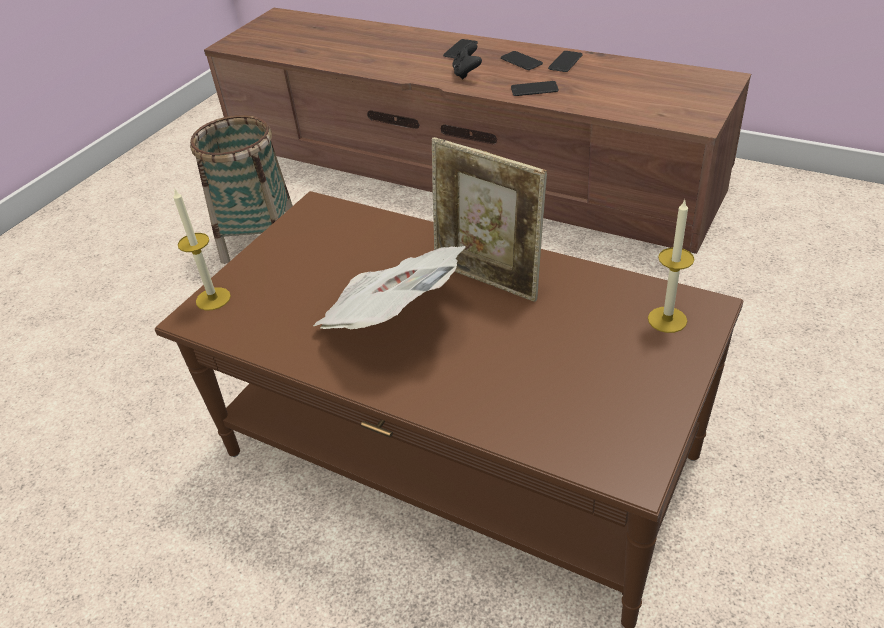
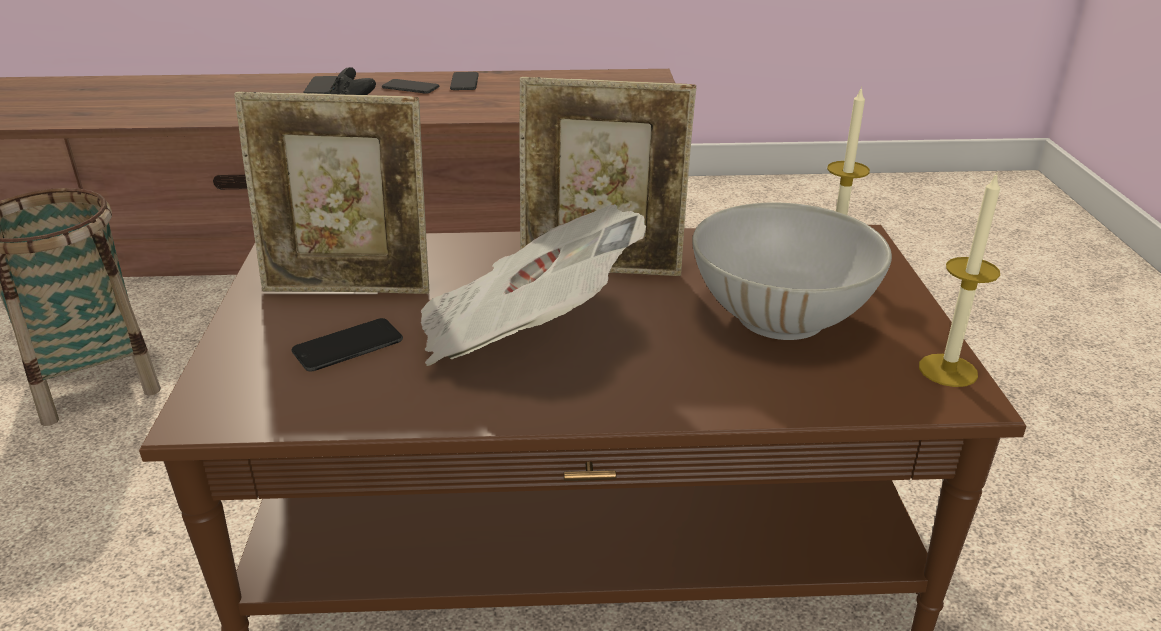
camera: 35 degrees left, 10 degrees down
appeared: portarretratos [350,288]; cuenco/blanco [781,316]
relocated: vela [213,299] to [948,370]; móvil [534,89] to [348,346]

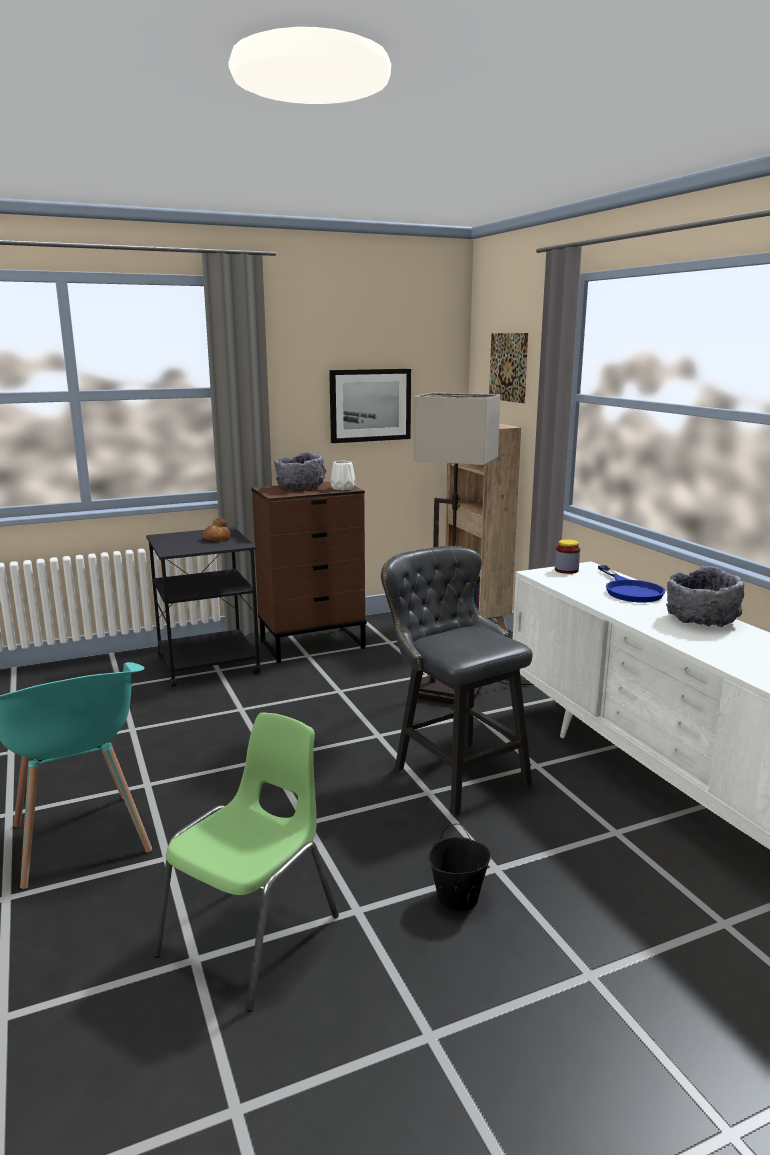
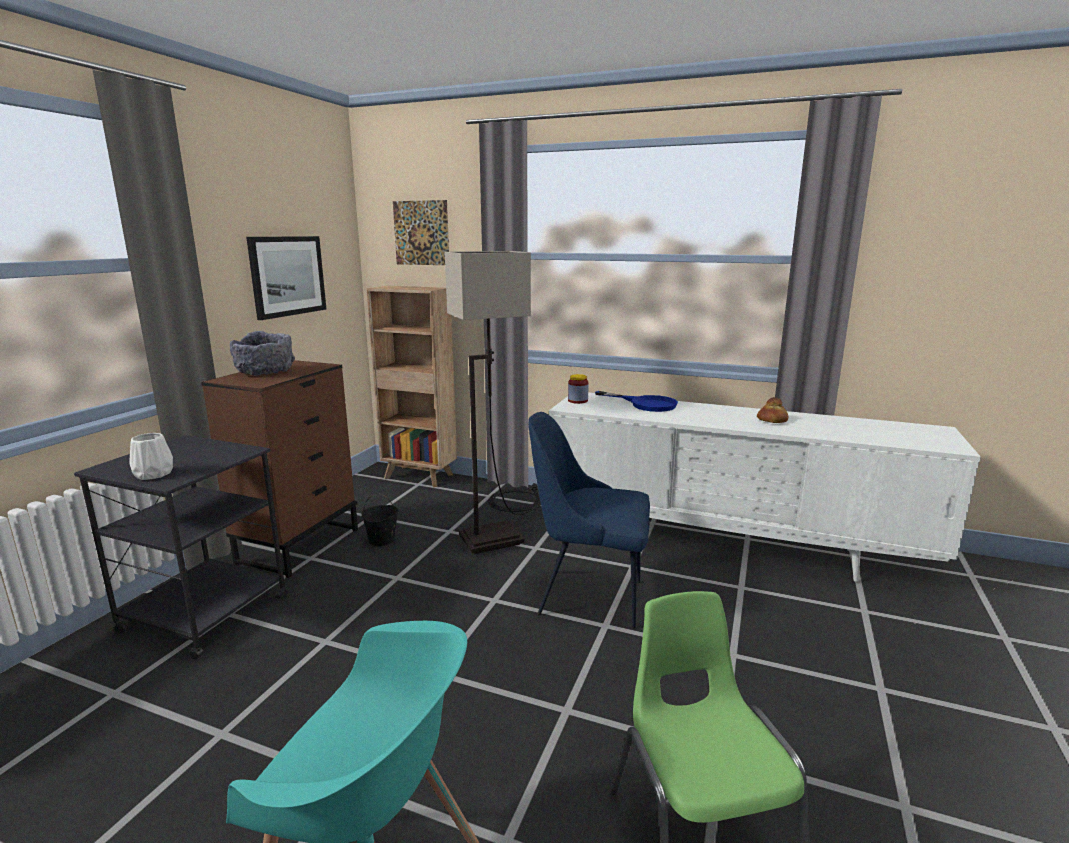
camera: 45 degrees left, 0 degrees up
missing: cuenco/gris [701,619]
relocated: pan [217,538] to [772,420]; florero/blanco [342,488] to [154,474]; cubo/negro [457,898] to [381,540]
exchanged: taburete/gris [452,769] to silla/azul [589,598]

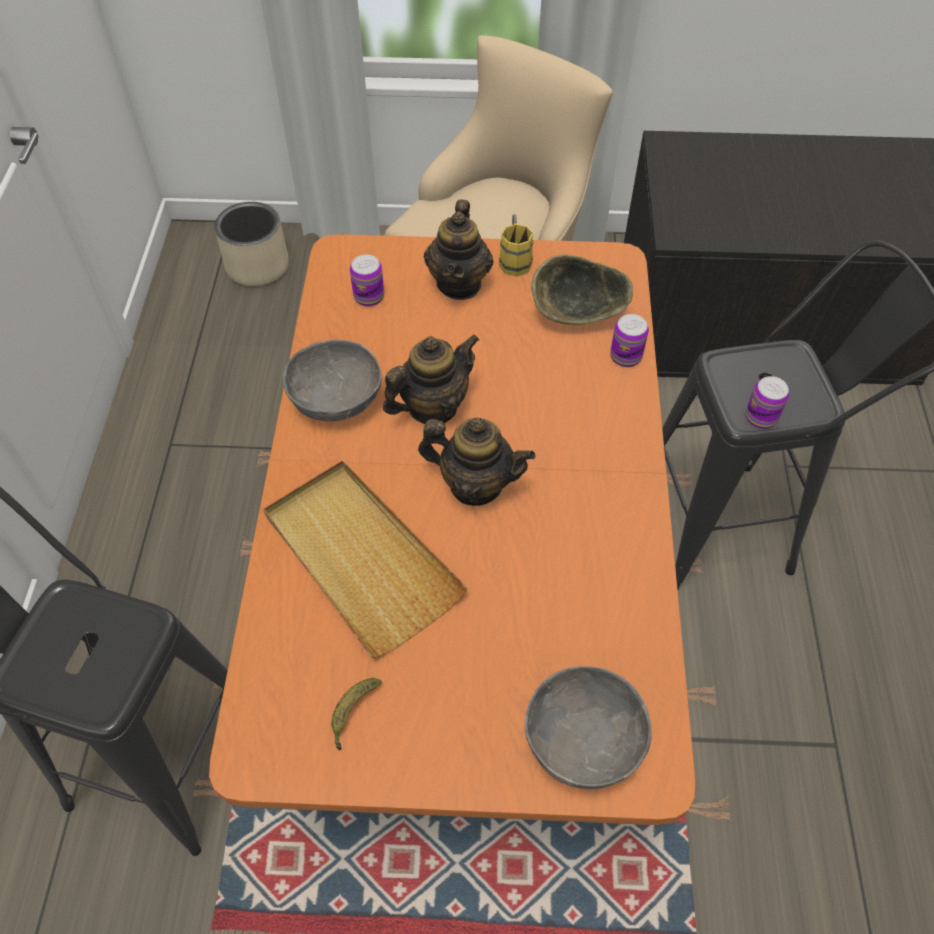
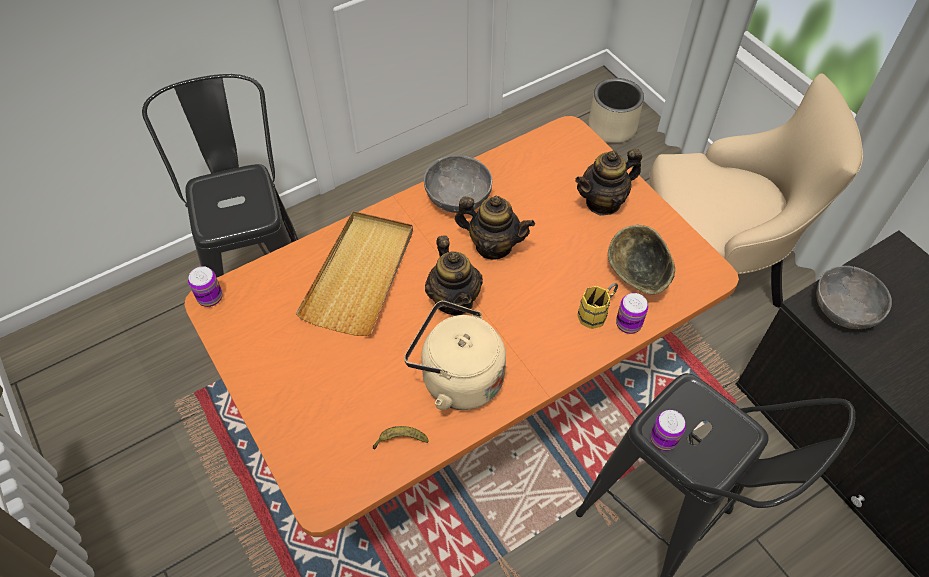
camera: 55 degrees right, 0 degrees up
appeared: hervidor/beis [457,378]
relocated: plátano [353,713] to [400,440]; lata [369,297] to [210,297]; taza grande/amarillo [514,259] to [597,312]; cuenco/gris [582,740] to [843,309]

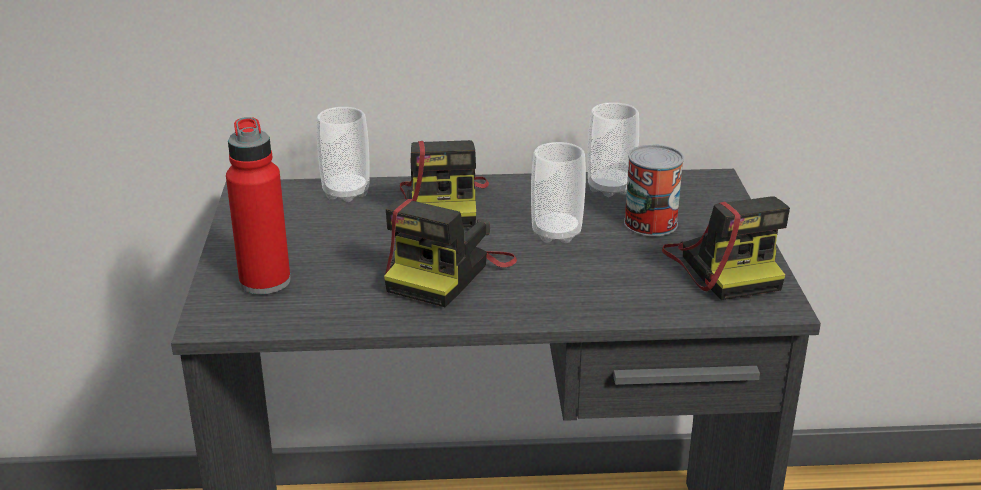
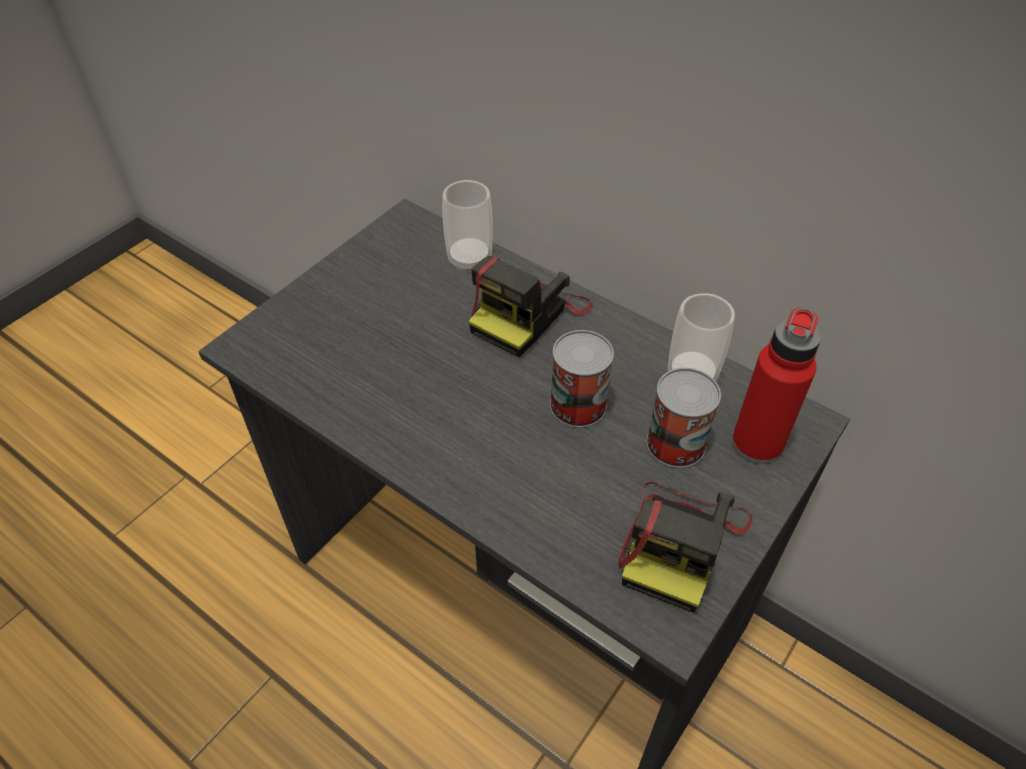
camera: 40 degrees right, 20 degrees up
missing: cámara [447,272]
relocated: botella/rojo [265,281] to [757,443]
exchanged: taza [556,233] to lata [578,405]

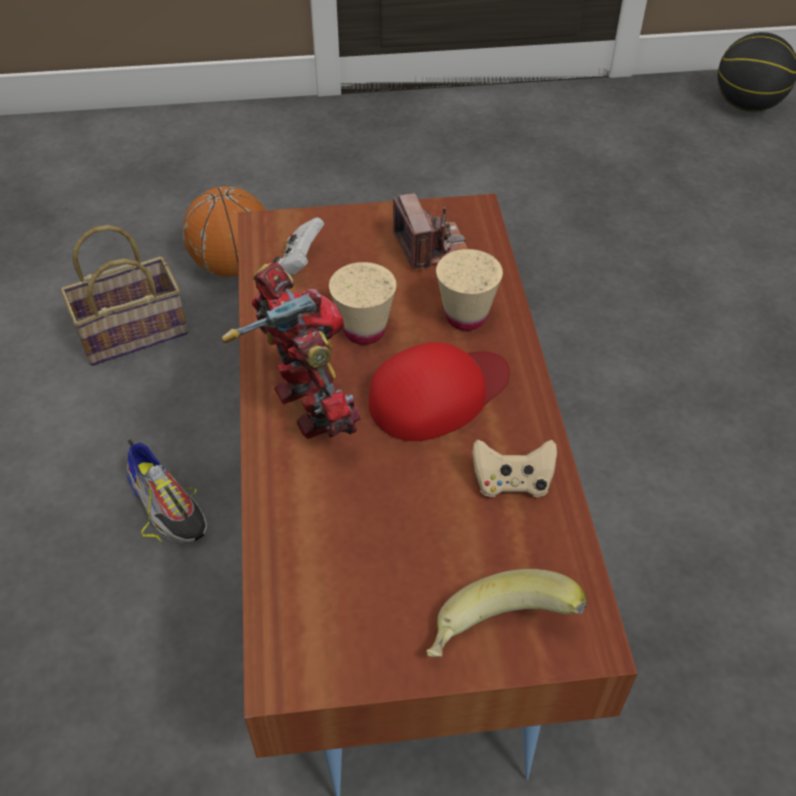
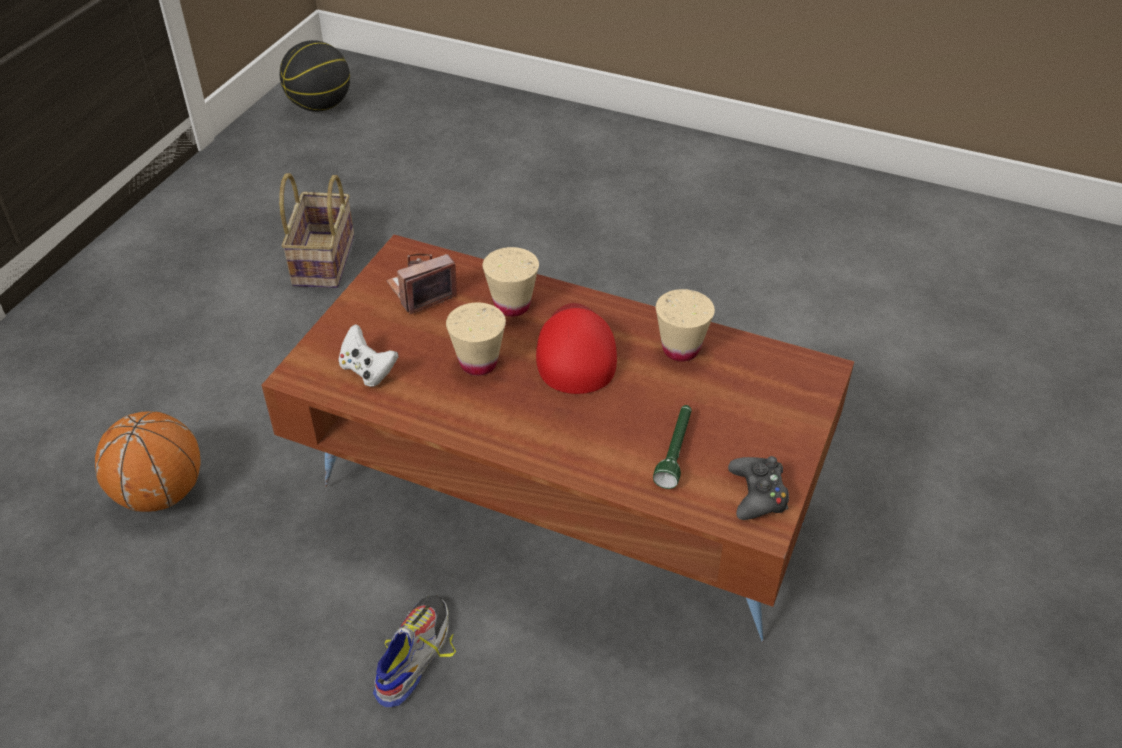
camera: 60 degrees left, 5 degrees down
missing: robot de juguete [308,409]; plátano [499,639]
appeared: linterna/verde [675,451]; mando de consola/negro [758,494]
relocated: cesta [135,331] to [322,259]
exchanged: mando de consola/beis [512,482] to taza/beis [680,349]
spun: zapato [167,504] = [413,654] 60 degrees counterclockwise; cámara [431,247] = [421,291] 45 degrees counterclockwise

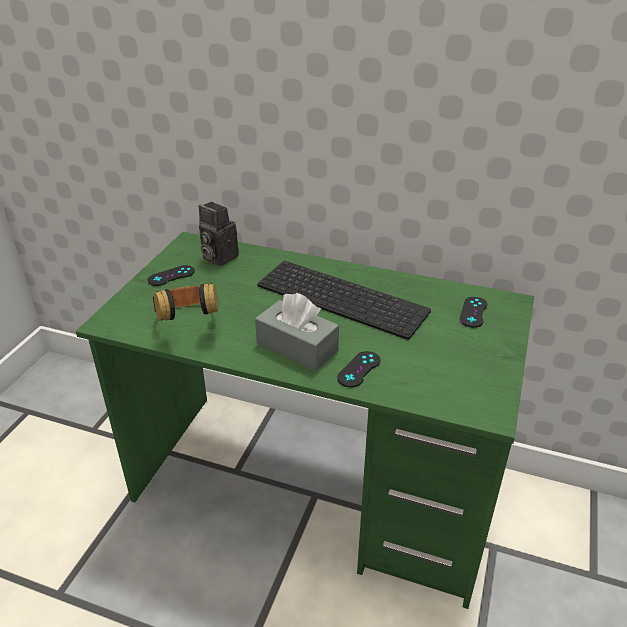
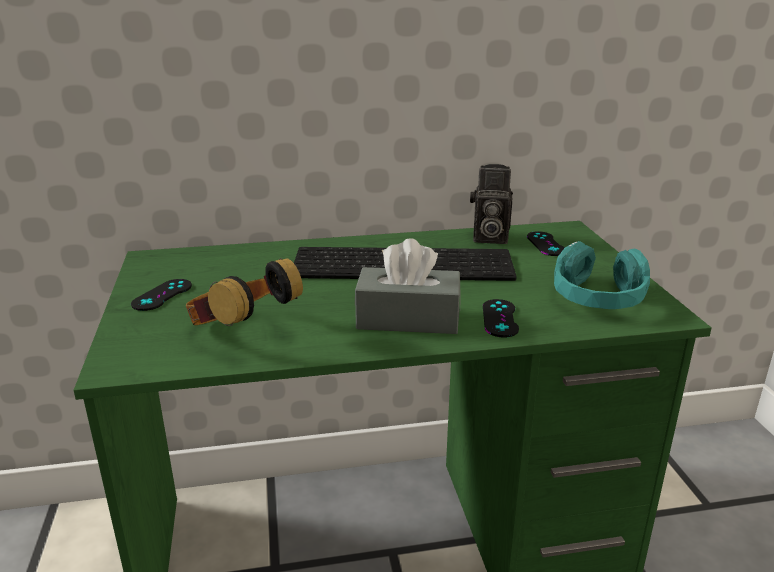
camera: 30 degrees left, 10 degrees down
appeared: auriculares/turquesa [597,297]
relocated: cámara [217,257] to [488,238]

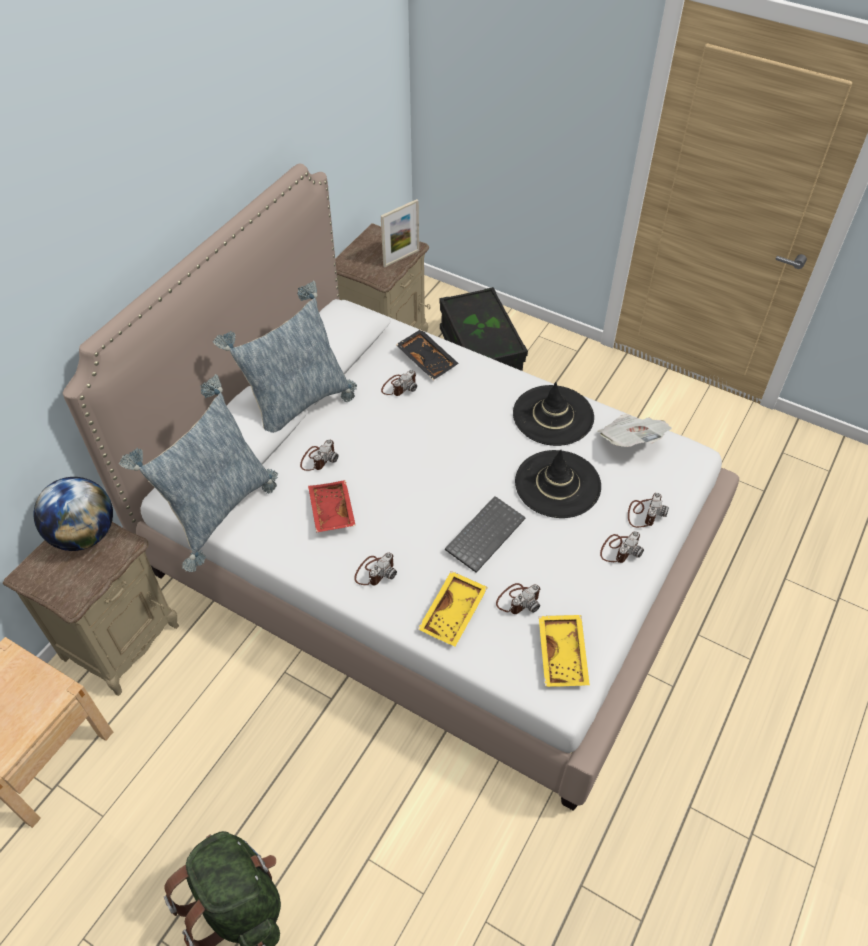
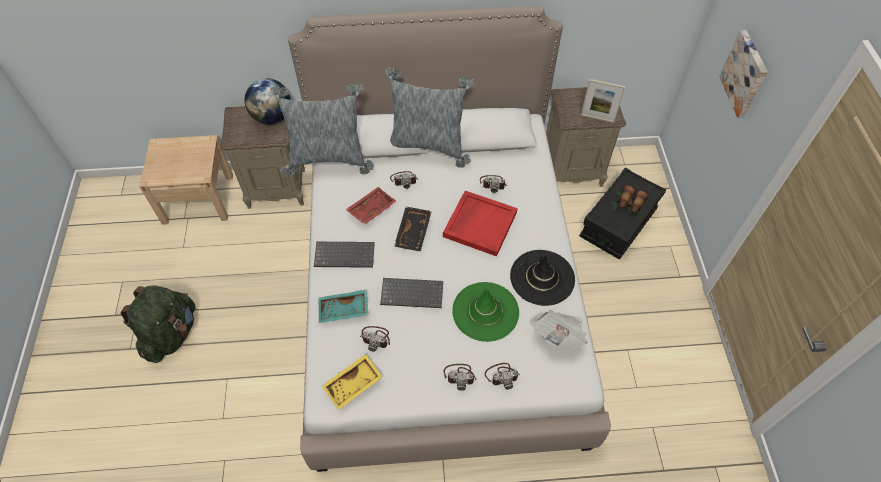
camera: 55 degrees right, 5 degrees up
appeared: bandeja/rojo [479,224]; prismáticos [629,205]; cuadro [745,74]
relocated: bandeja/negro [428,359] to [414,232]
exchanged: cámara [375,571] to teclado [345,254]
colour: bandeja/amarillo [454,614] to bandeja/turquesa [343,310]; sombrero/negro [557,484] to sombrero/verde [485,311]

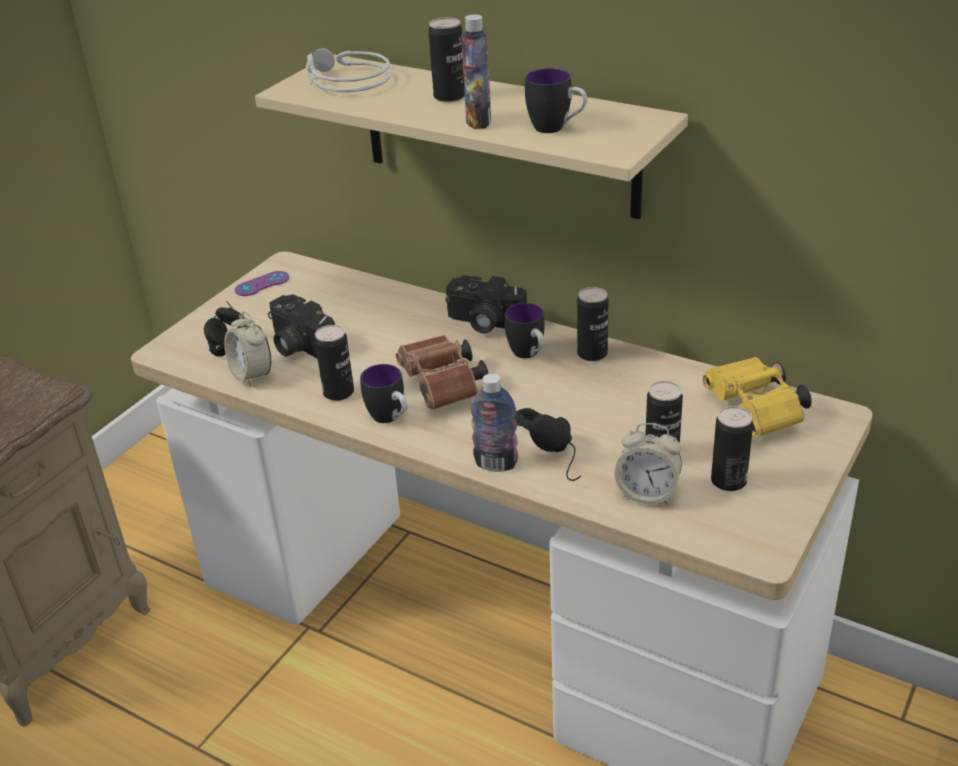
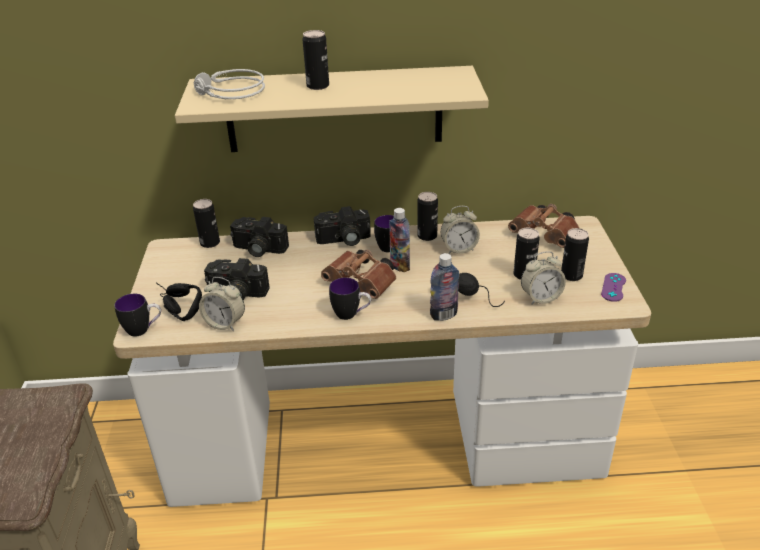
camera: 35 degrees left, 0 degrees up
appeared: cámara [258,249]; despertador [459,249]
relocated: mando de consola/morado [262,284] to [613,287]; lata [338,392] to [210,243]; botella [478,121] to [399,266]; taza grande [556,129] to [144,330]
colour: prismáticos/amarillo [757,412] to prismáticos/marrón [545,236]

